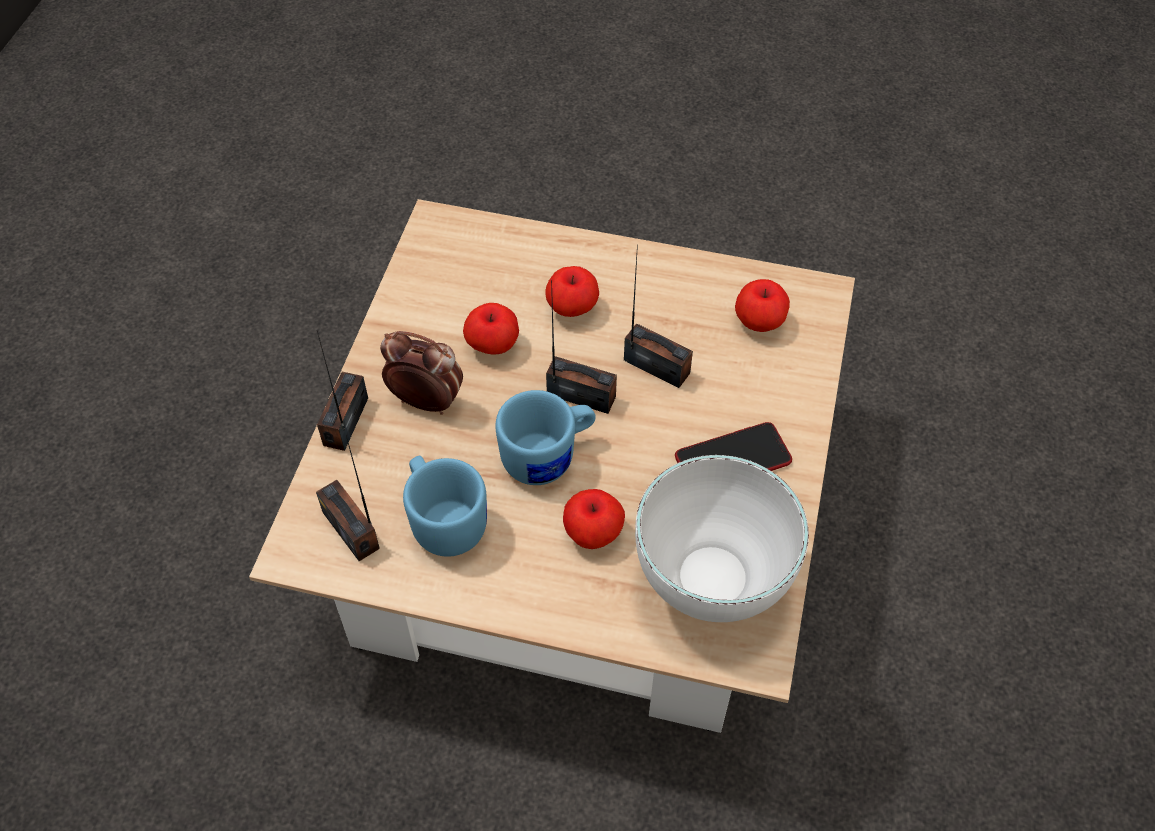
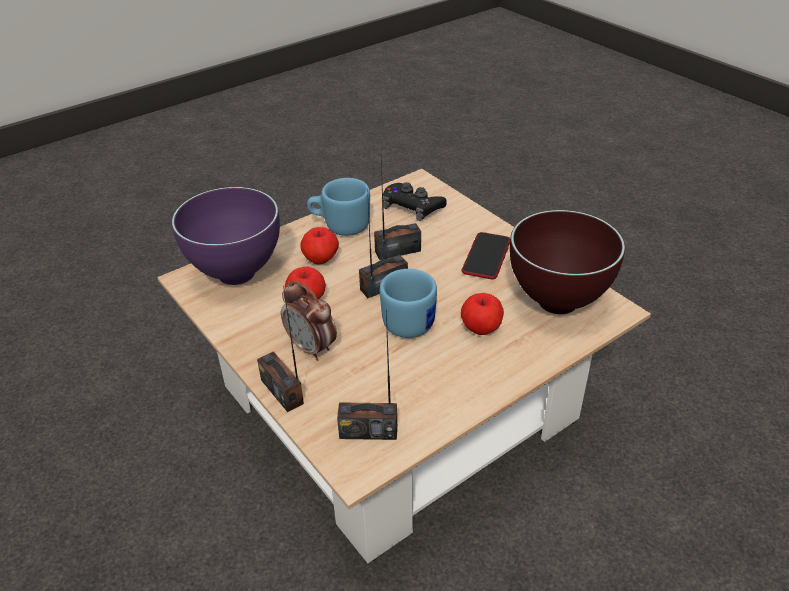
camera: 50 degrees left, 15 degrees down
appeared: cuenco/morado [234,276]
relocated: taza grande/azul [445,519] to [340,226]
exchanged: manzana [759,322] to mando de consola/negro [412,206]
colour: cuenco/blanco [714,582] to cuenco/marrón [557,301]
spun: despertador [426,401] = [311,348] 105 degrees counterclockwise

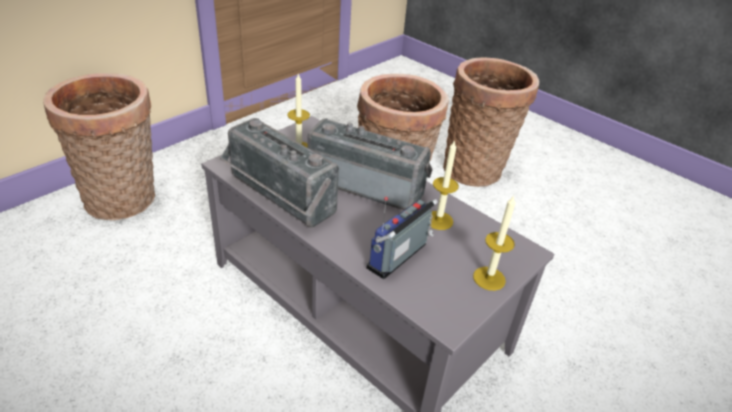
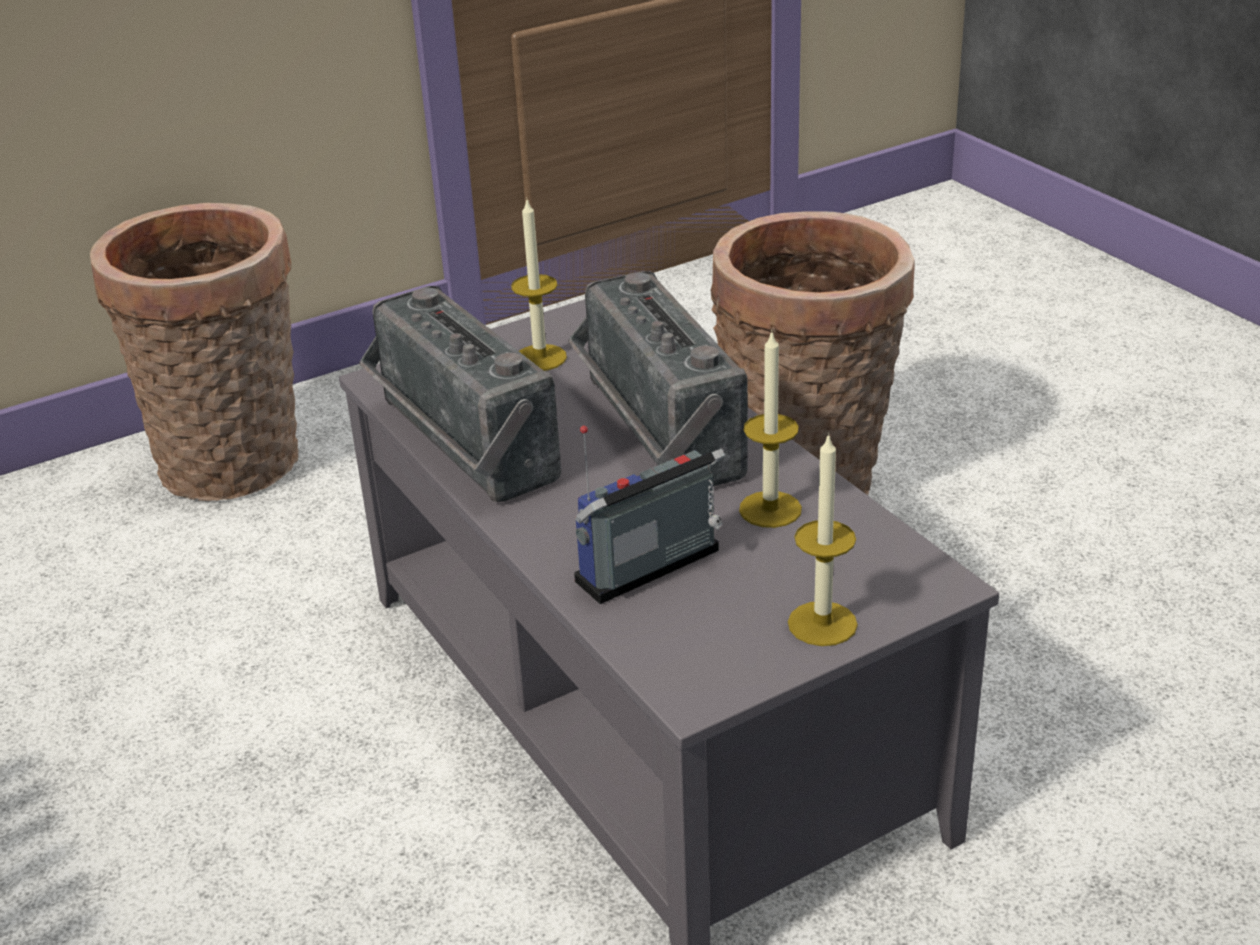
camera: 20 degrees right, 5 degrees down
missing: cesta [476,169]
spun: radio [367,184] = [652,432] 150 degrees counterclockwise

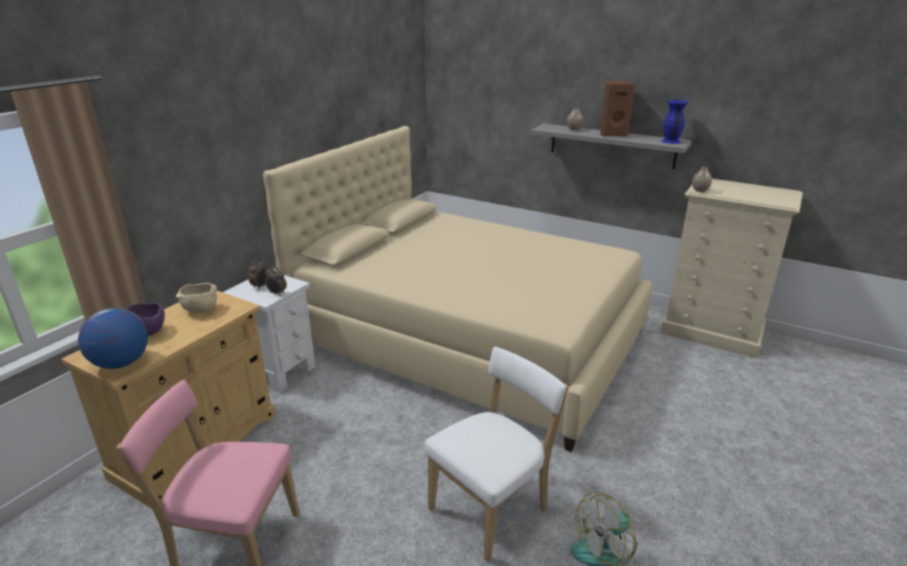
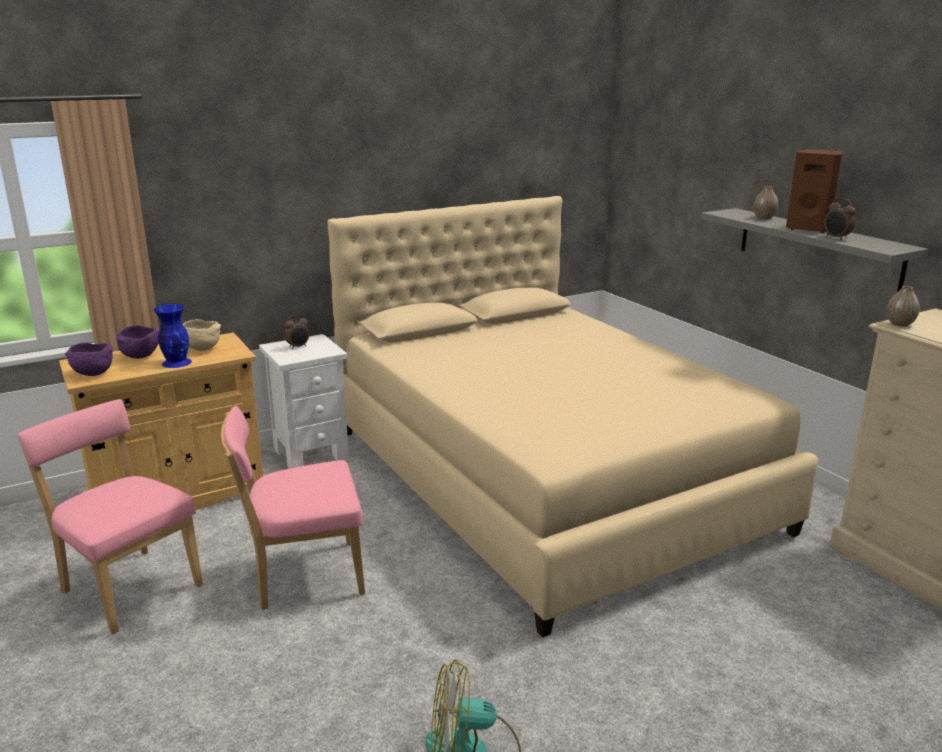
camera: 30 degrees right, 5 degrees down
missing: silla/blanco [492,507]
appeared: silla/rosa [302,576]
relocated: despertador [277,293] to [836,238]; florero/azul [670,141] to [176,362]
exchanged: globo terráqueo [121,363] to cuenco/morado [92,374]

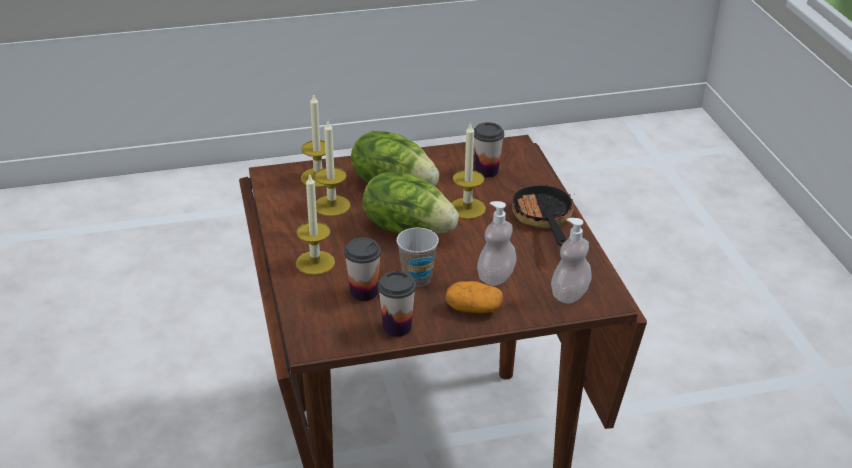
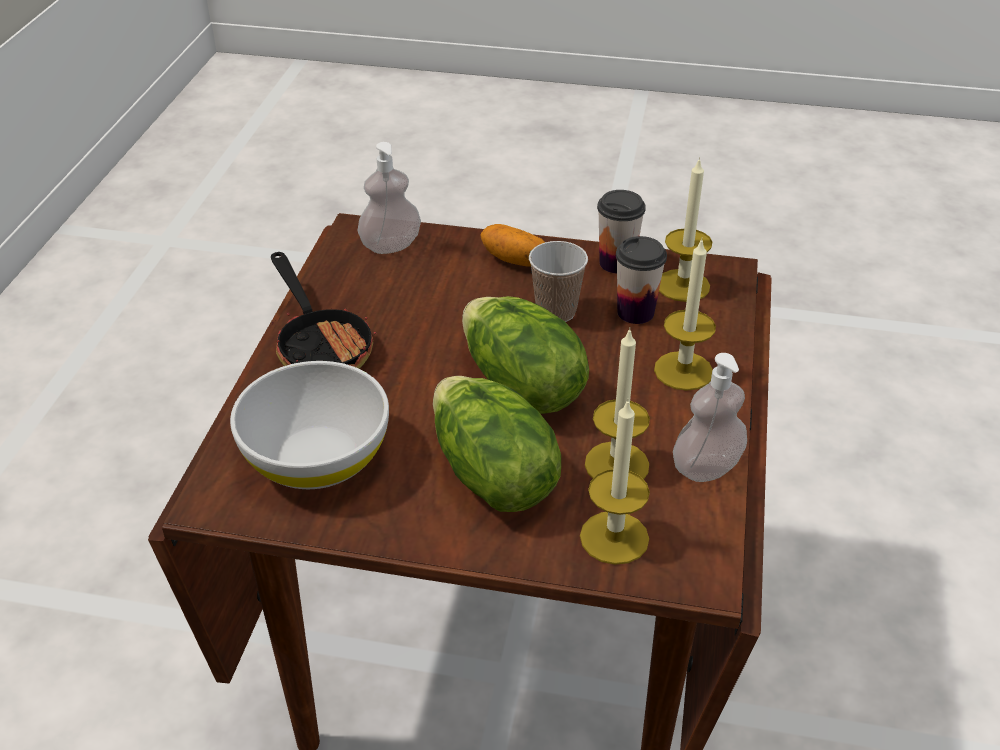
camera: 155 degrees left, 5 degrees up
relocated: vela [467,208] to [683,285]; dispensador de jabón [496,277] to [706,467]
exchanged: taza [486,171] to cuenco/blanco [317,457]
spun: sartén [543,220] = [321,344] 45 degrees counterclockwise

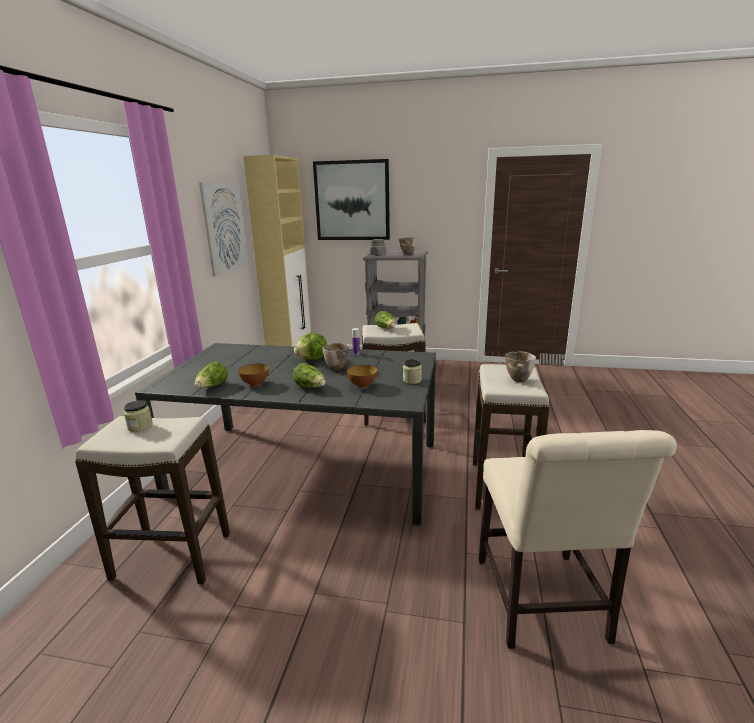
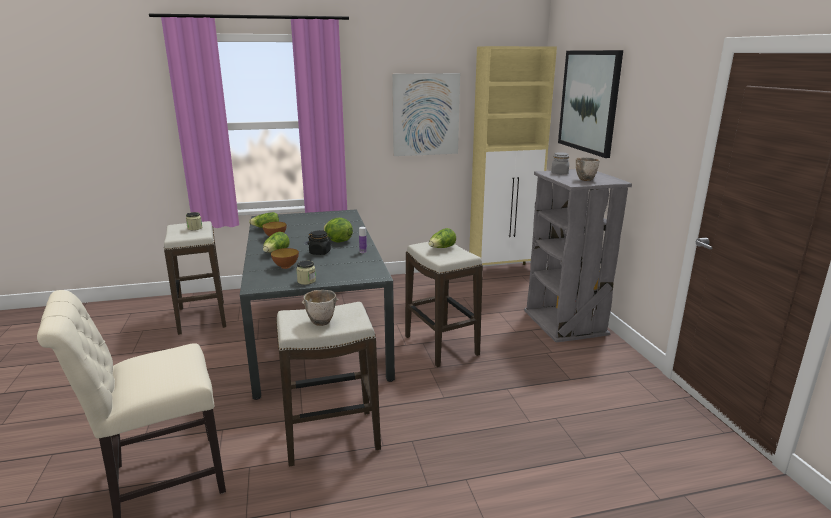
camera: 65 degrees right, 0 degrees up
exchanged: cuenco [337,369] to tarro/negro [320,252]

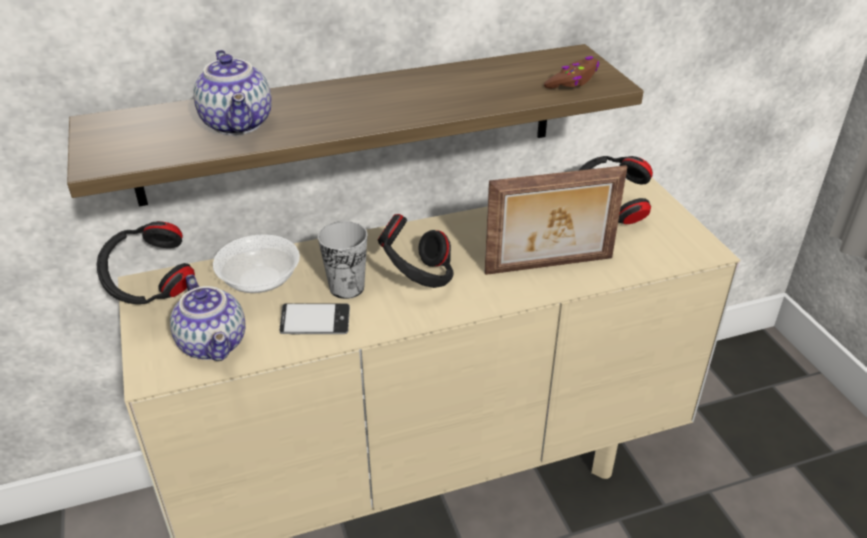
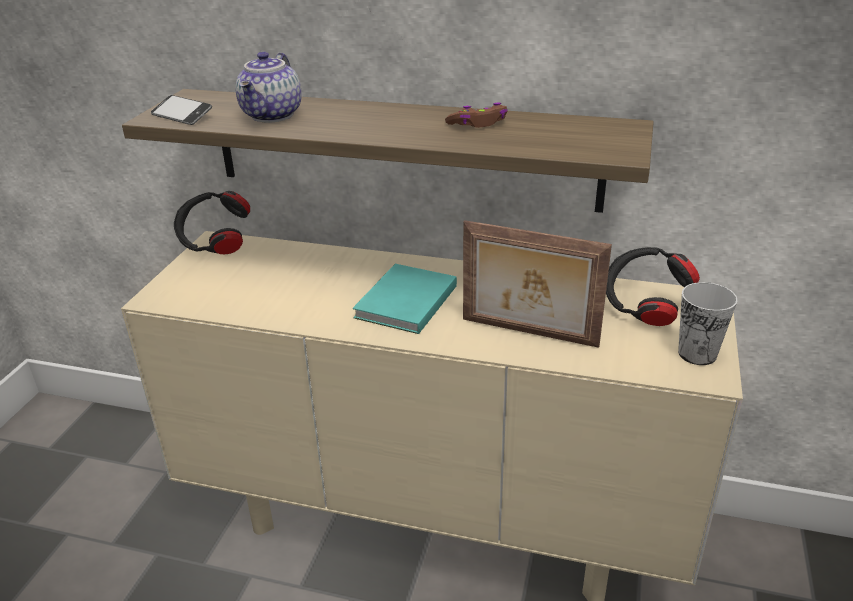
camera: 35 degrees right, 5 degrees down
missing: tetera [215,344]; cuenco [260,280]
relocated: móvil [315,323] to [182,115]; taza [347,287] to [697,354]; mando de consola/marrón [572,81] to [478,124]
exchanged: auriculares/negro [418,279] to libro/turquesa [403,303]

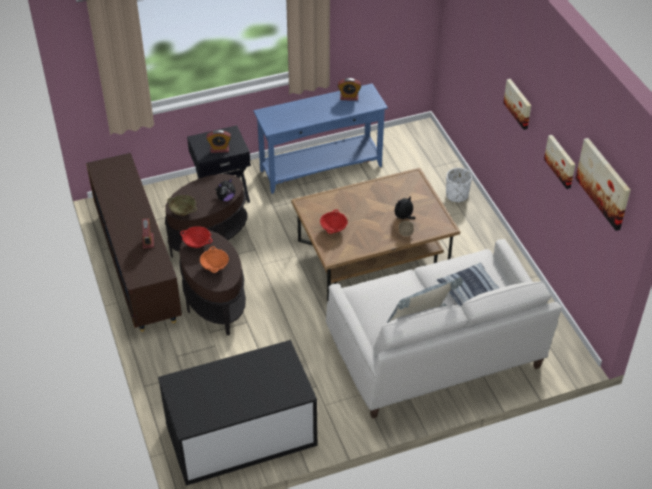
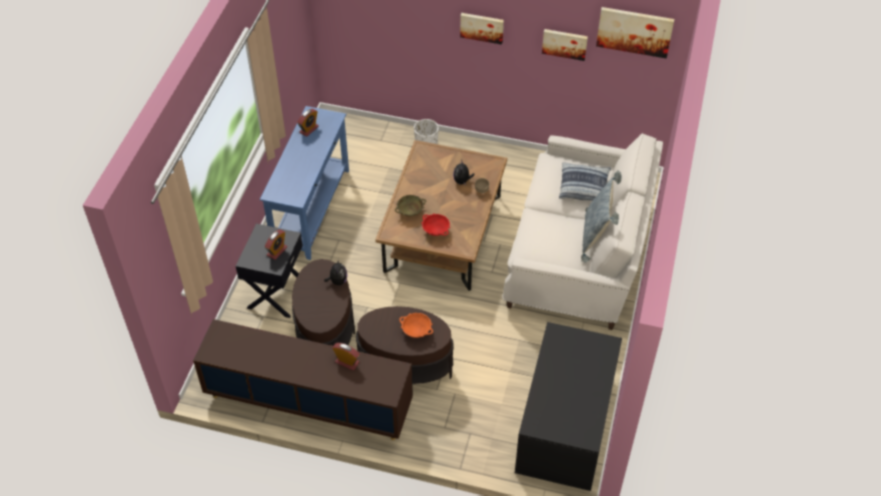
camera: 55 degrees left, 5 degrees up
missing: cuenco/rojo [197,244]
relocated: cuenco/beis [183,212] to [410,212]

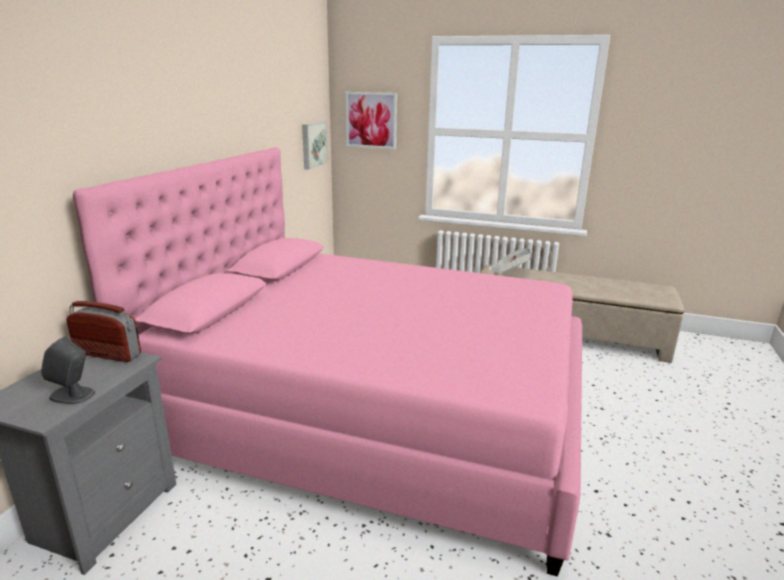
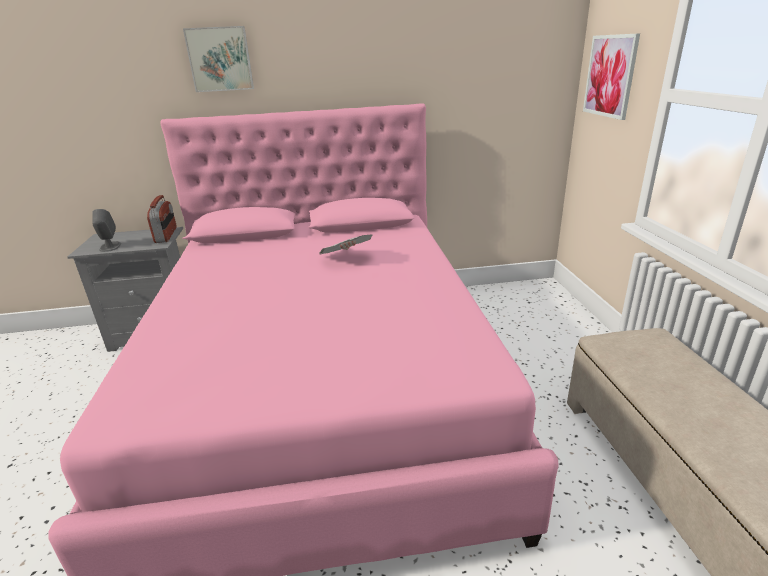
camera: 65 degrees right, 5 degrees up
relocated: cuadro [313,145] to [220,59]; periódico [508,271] to [346,259]

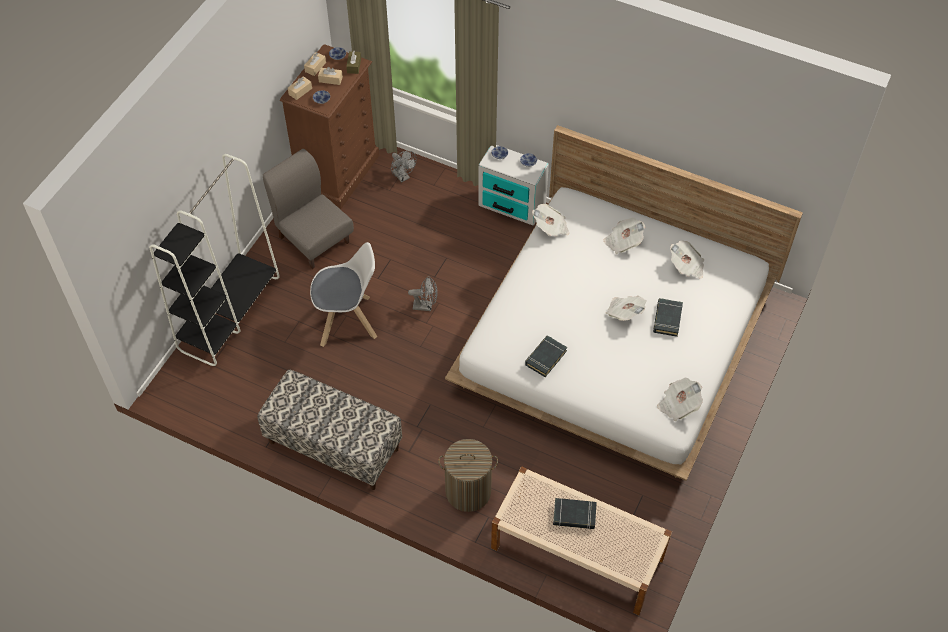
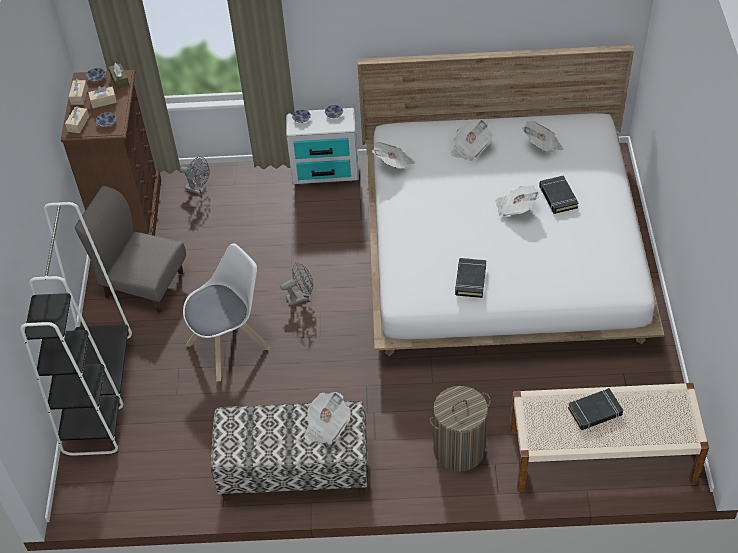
camera: 25 degrees left, 5 degrees down
relocated: periódico [678,405] to [326,426]

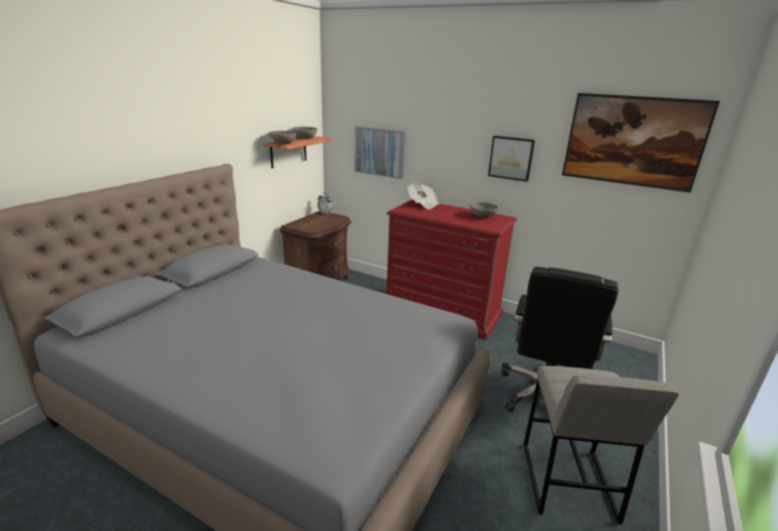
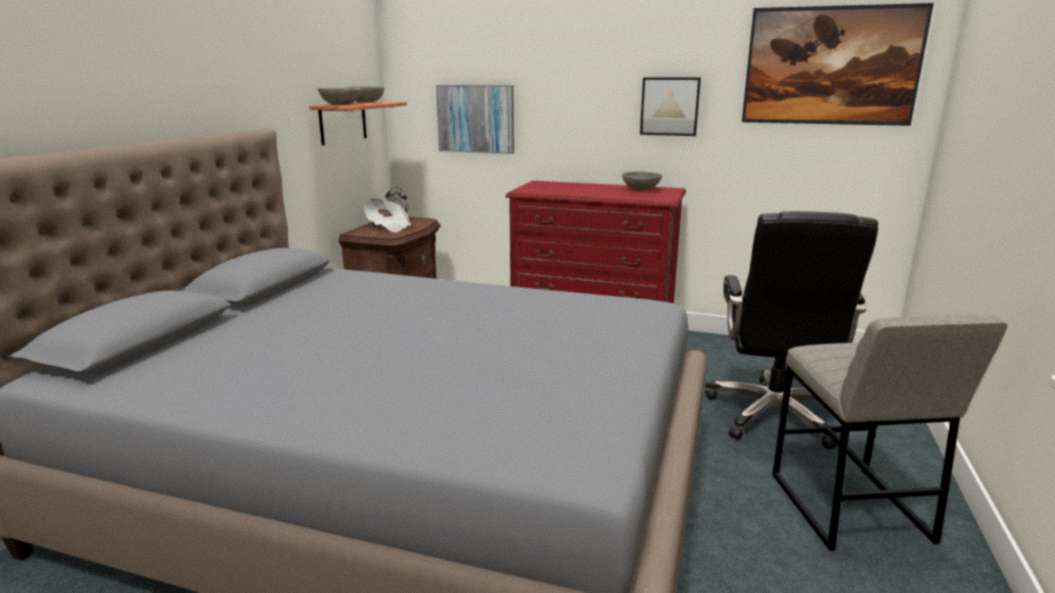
camera: 10 degrees left, 5 degrees down
relocated: periódico [422,204] to [388,227]

